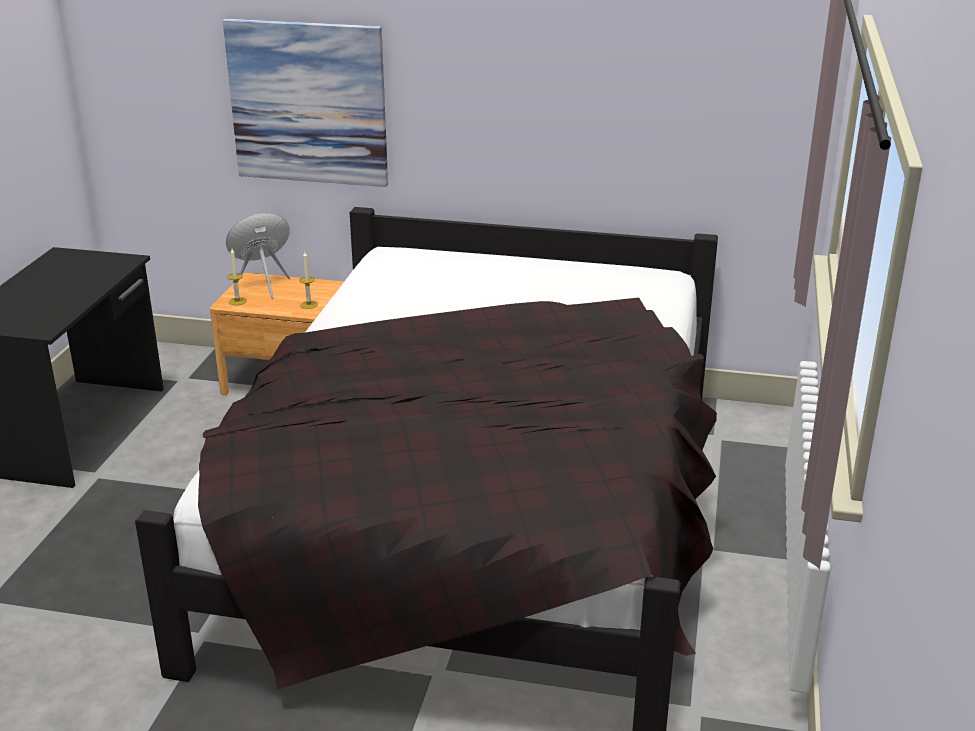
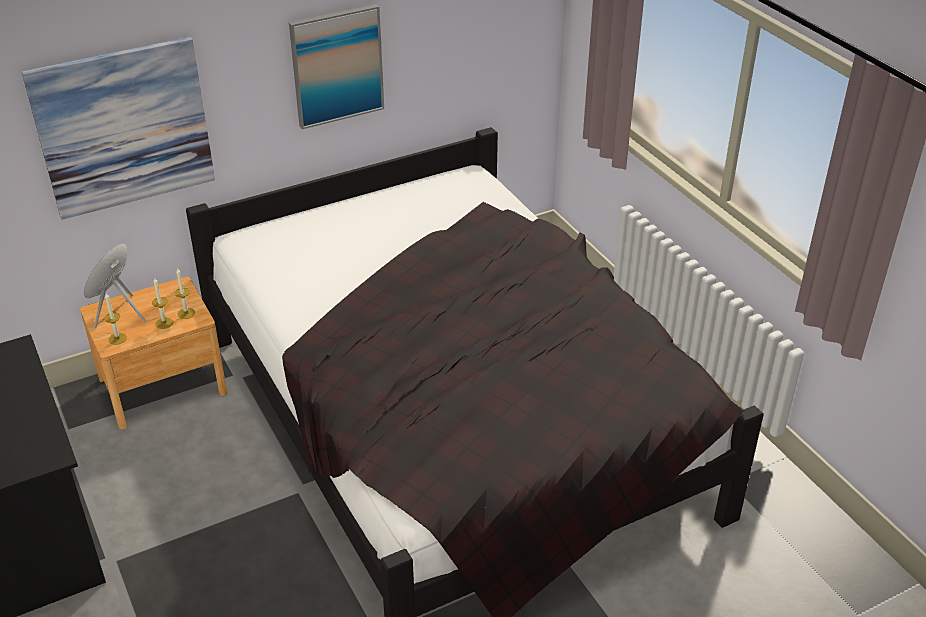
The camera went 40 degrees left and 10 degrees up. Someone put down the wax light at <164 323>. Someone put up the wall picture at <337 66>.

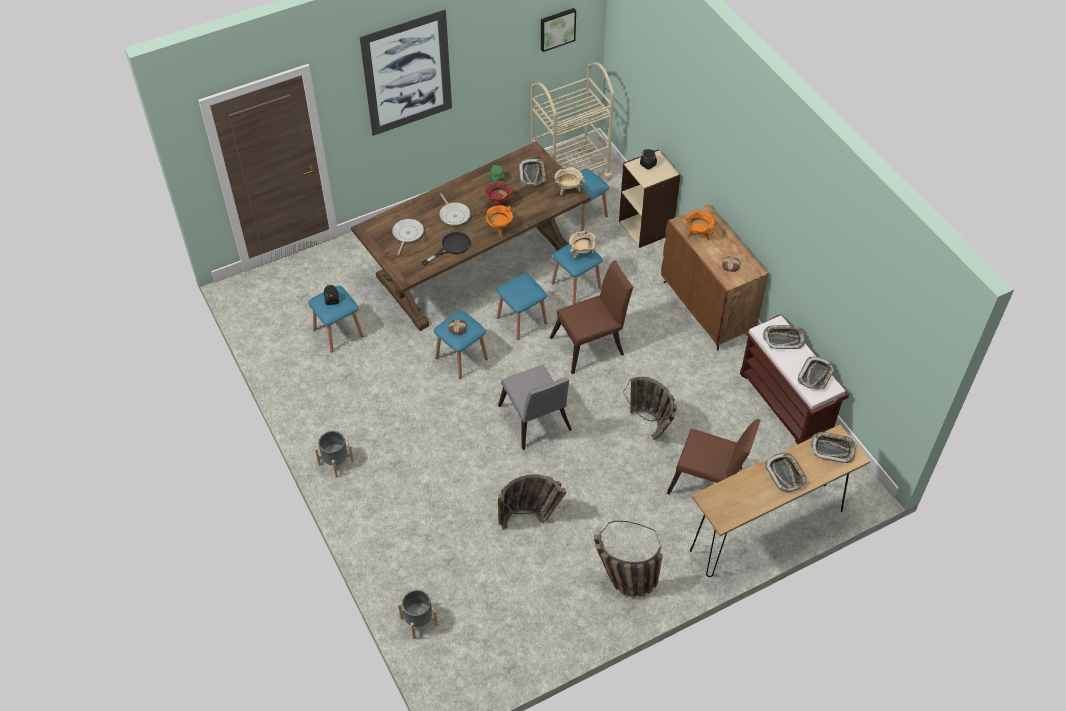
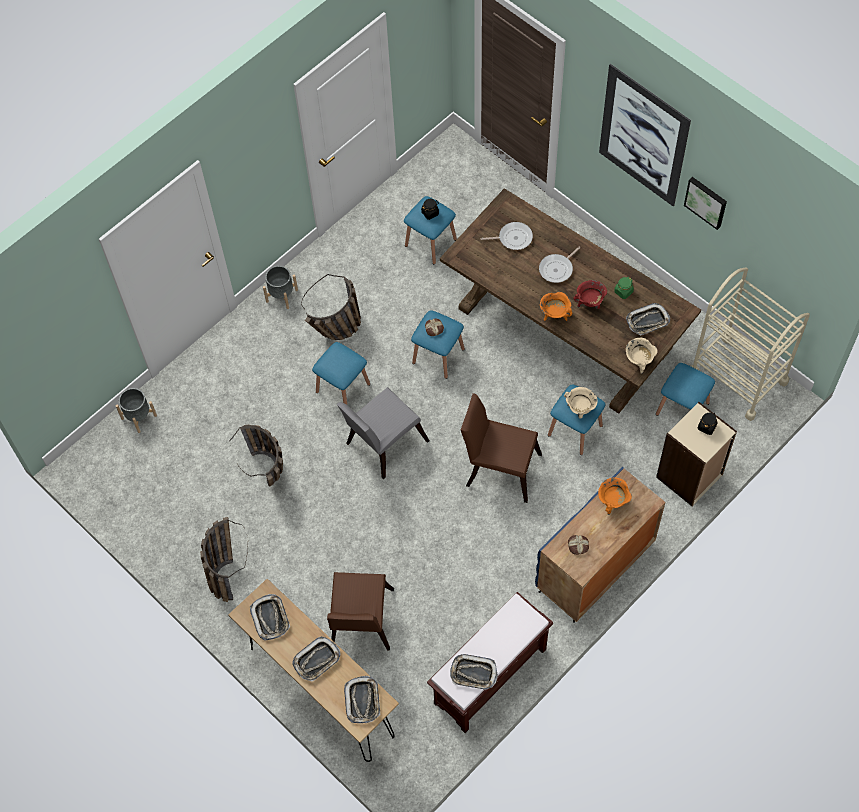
The camera went 75 degrees right and 10 degrees up. Someone took away the blackish frying pan at <451 247>. Someone carried the blue sitting stool from <522 320> to <343 388>. Someone carried the wall picture from <557 28> to <706 201>. Someone carried the basket from <652 429> to <337 332>. Someone carried the serving tray from <783 339> to <270 618>. Someone repainted the brownish cabinet at <707 308>, which became the blue cabinet at <594 568>. Someone rotated the brownish plain chair at <591 345> by 150 degrees clockwise.

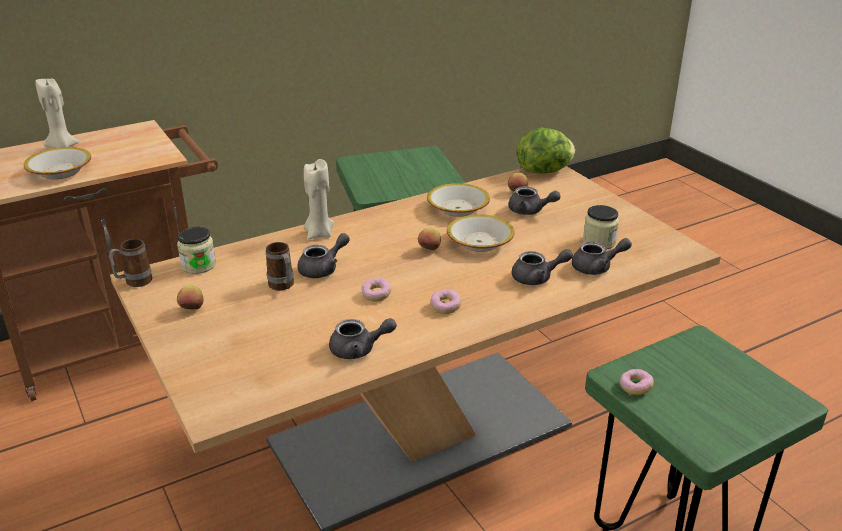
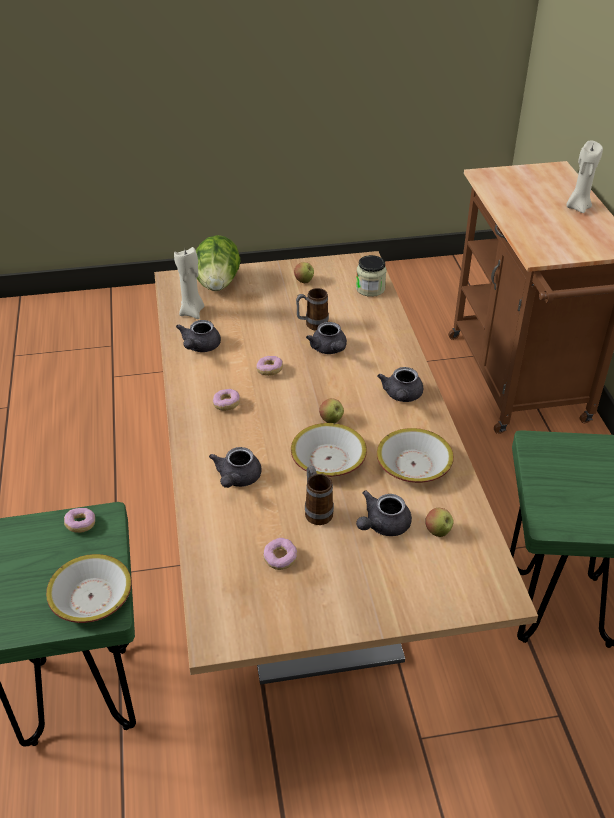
The camera went 110 degrees right and 10 degrees up. Someone carried the deep dish from <60 172> to <91 597>. Someone carried the tea mug from <134 282> to <316 510>. Someone carried the beige wax light from <319 233> to <192 312>. Someone carried the lettuce head from <544 171> to <218 284>. Someone carried the grey tea pot from <597 267> to <401 396>. Someone swapped the preserve jar at <599 242> for the ring doughnut at <280 559>.

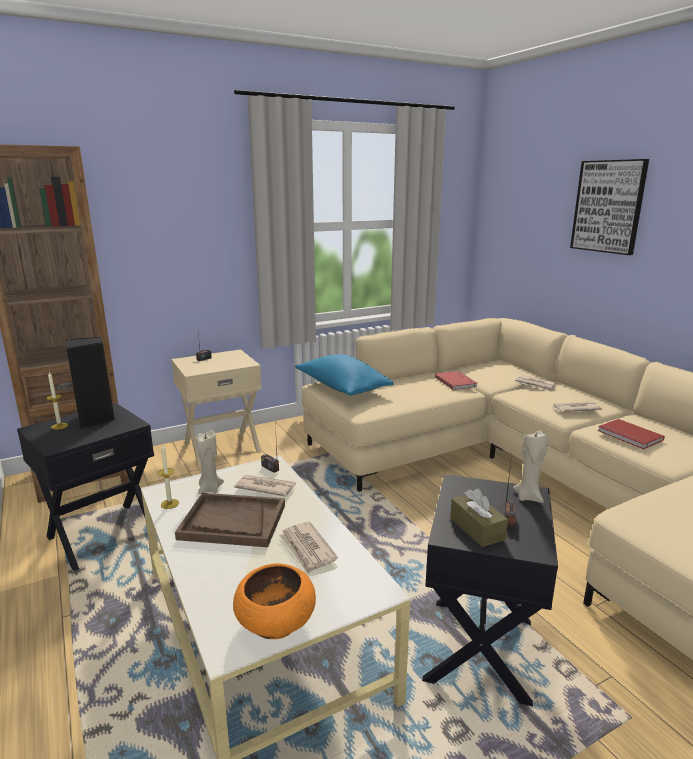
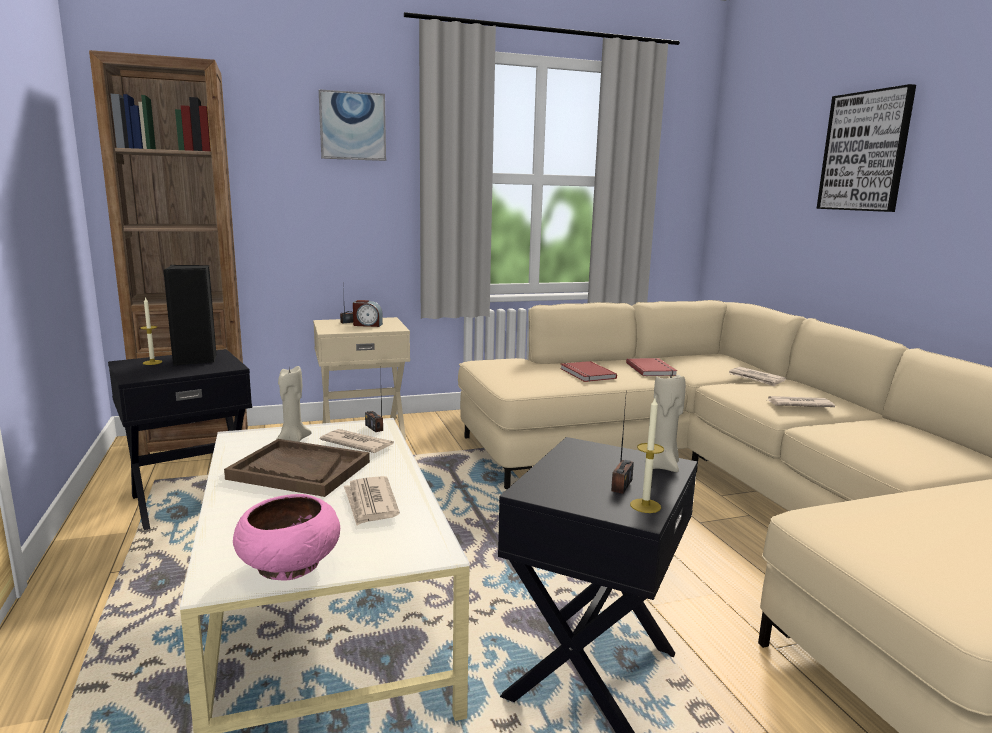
The camera went 10 degrees right and 5 degrees down. Someone took away the blue cushion at <342 388>. Someone took away the brownish box of tissues at <477 528>. Someone put up the wall picture at <352 126>. Someone put down the alarm clock at <367 325>. Someone carried the wax light from <170 504> to <645 506>. Someone carried the reddish bound book from <629 436> to <586 374>. Someone repainted the orange deep dish at <275 623>, which became the pink-coloured deep dish at <288 566>.

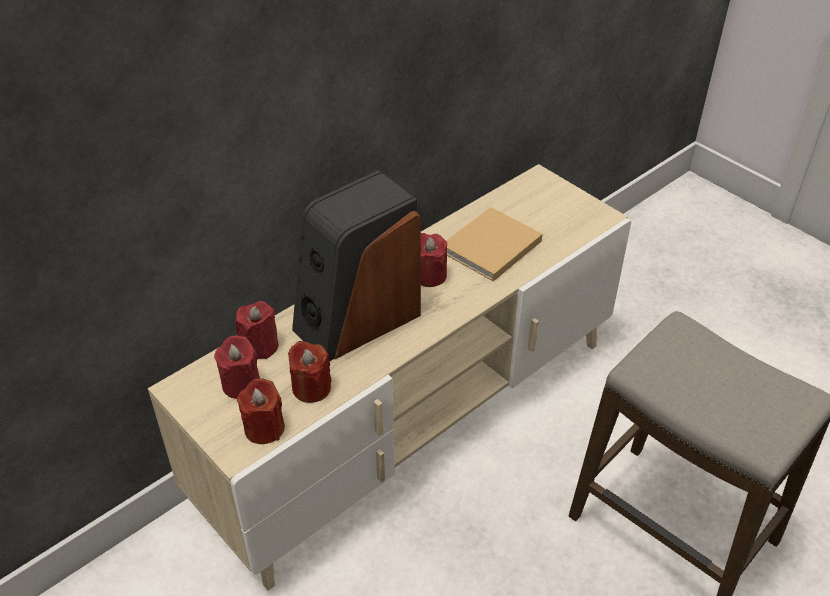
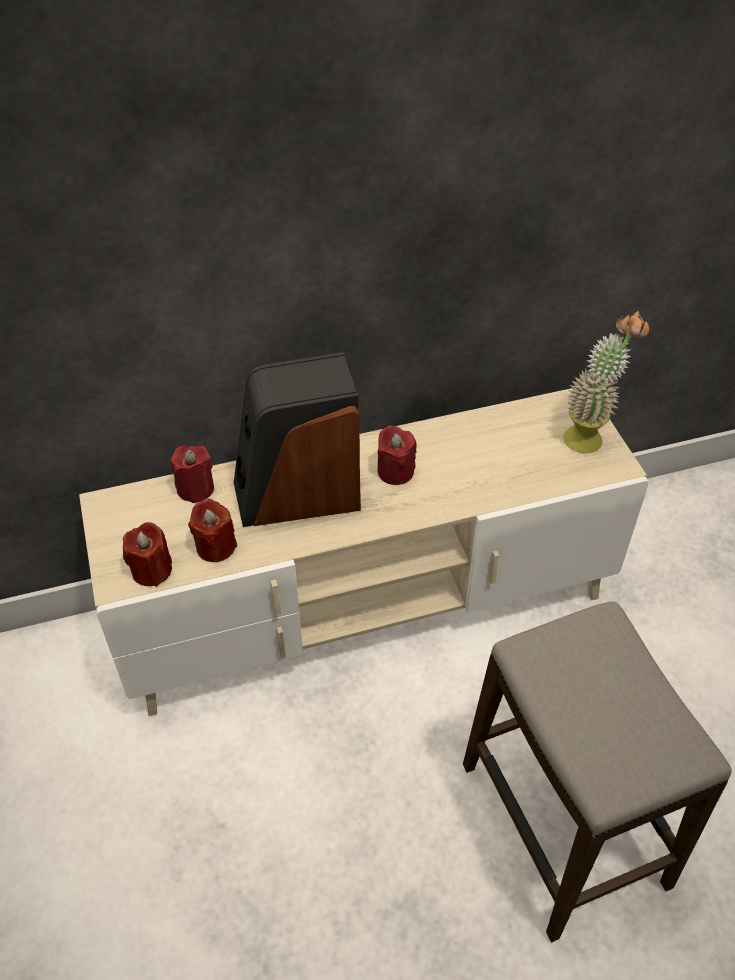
The camera went 25 degrees right and 5 degrees up. Someone took away the reddish wax light at <241 384>. Someone took away the beige bound book at <489 248>. Someone put down the plant in a pot at <590 435>.

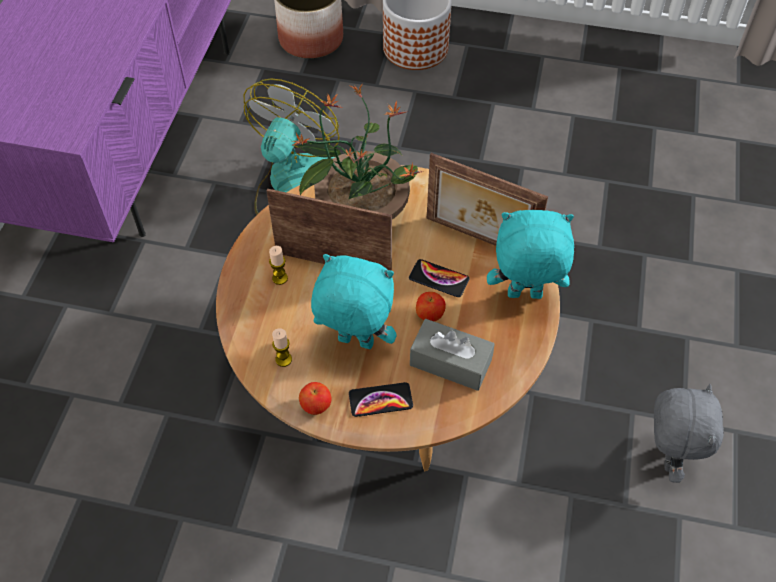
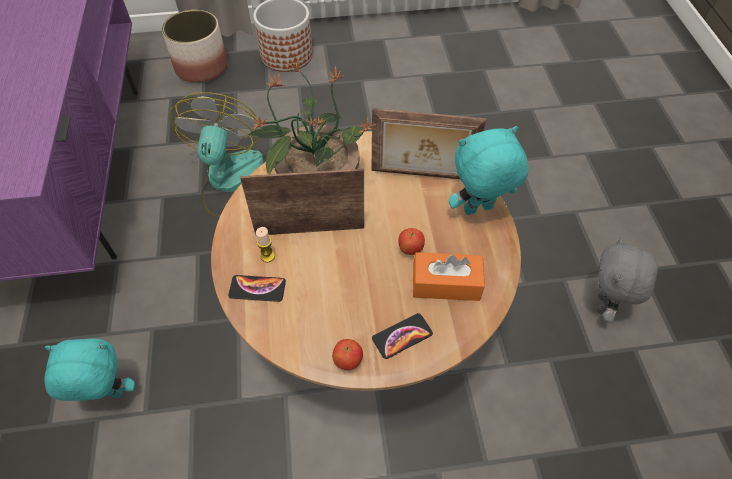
The camera went 20 degrees left and 0 degrees up. Someone took away the wax light at <283 359>. Someone carried the blue-green plush toy from <354 343> to <107 396>. Someone carried the telephone from <439 279> to <257 288>. Someone repainted the grey box of tissues at <450 362>, which became the orange box of tissues at <446 284>. Someone rotated the grey plush toy at <667 457> by 150 degrees counterclockwise.

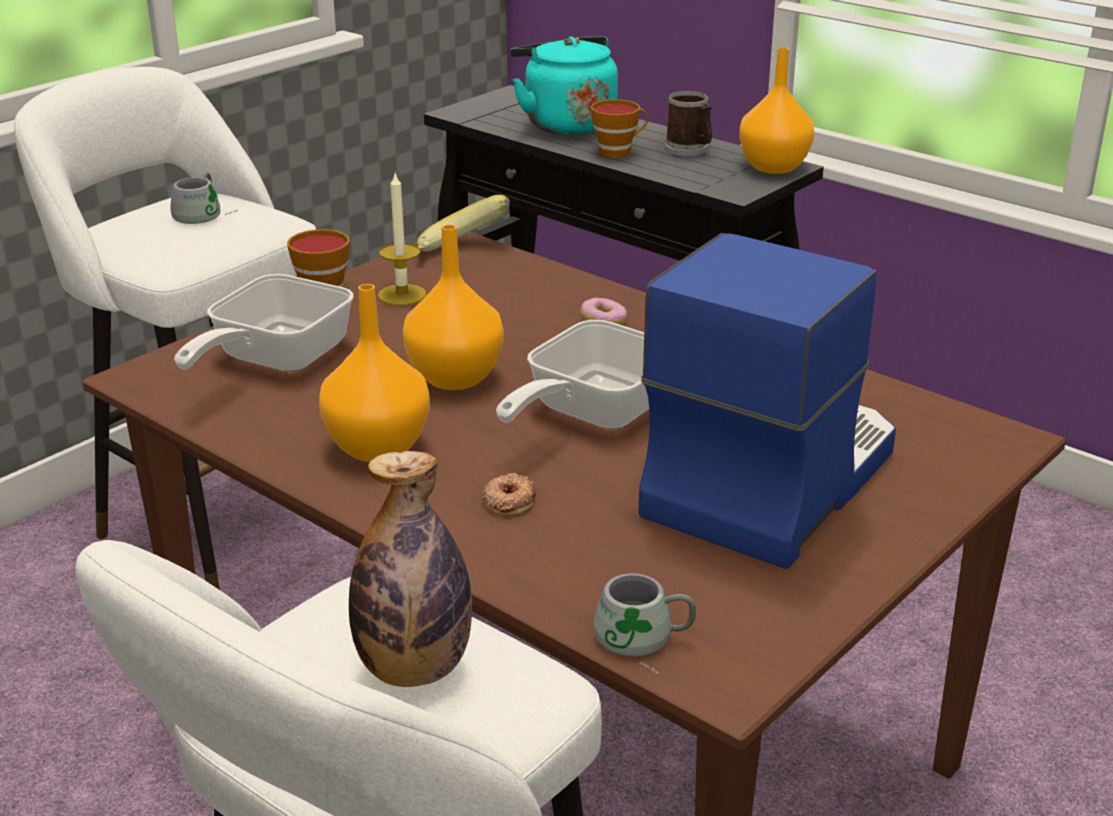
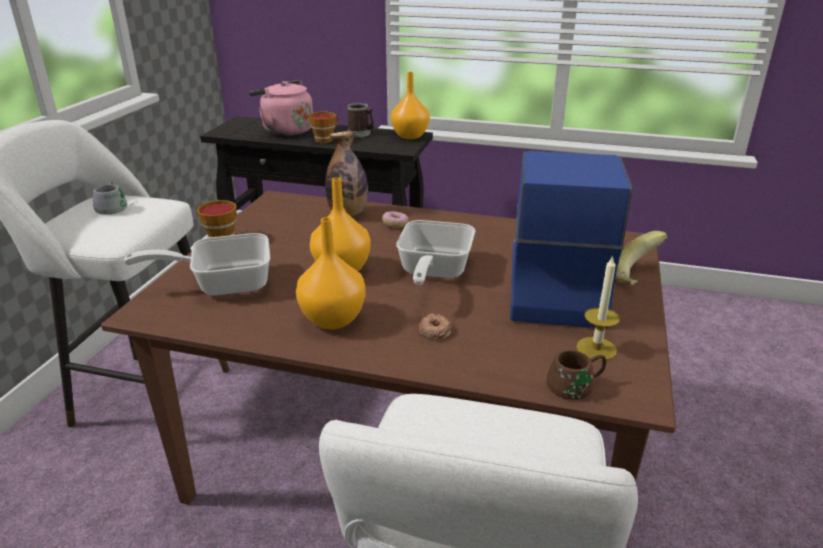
The camera went 25 degrees left and 0 degrees up. Someone carried the drink bottle from <414 668> to <348 213>. Someone carried the wax light from <402 295> to <596 349>. Someone carried the banana from <460 252> to <638 277>. Someone repainted the blue-green tea kettle at <566 124>, which became the pink-coloured tea kettle at <285 130>. Someone repainted the grey tea mug at <642 641>, which became the brownish tea mug at <578 388>. Someone rotated the frying pan at <273 359> by 75 degrees clockwise.

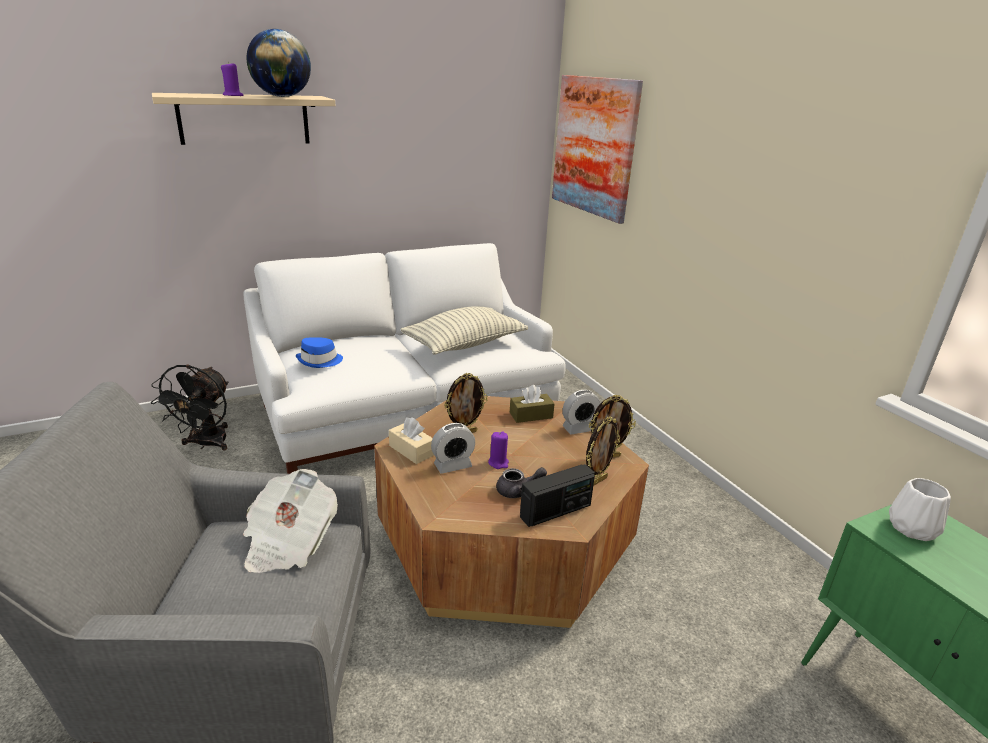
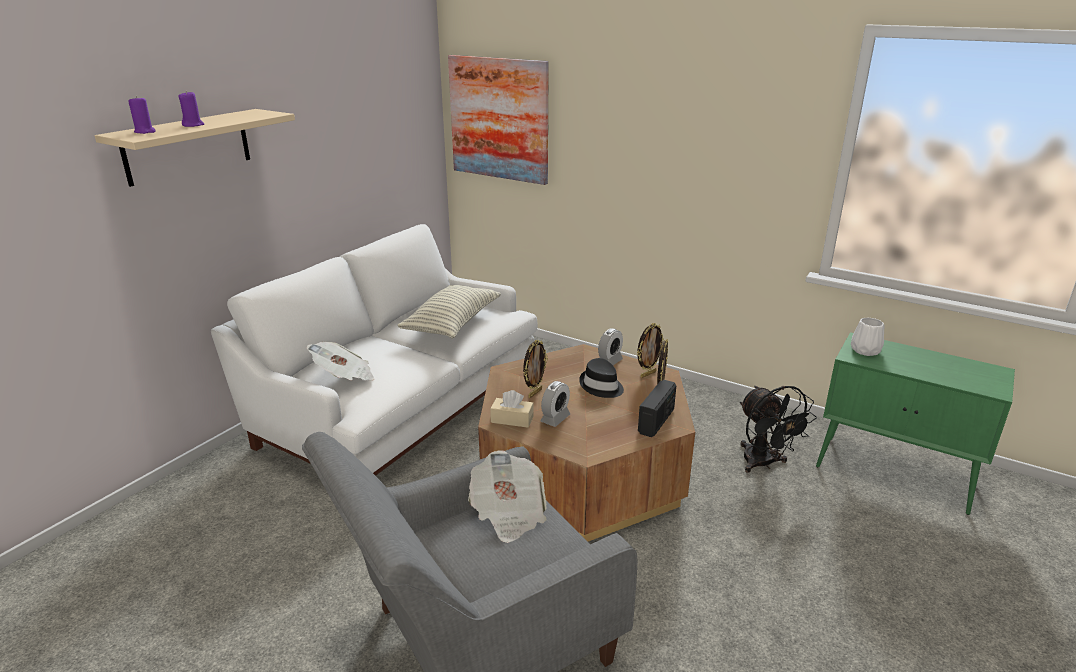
The camera went 30 degrees left and 0 degrees up. Someone took away the globe at <282 96>. Someone took away the grey tea pot at <518 491>. Someone took away the brownish box of tissues at <531 415>. Someone put down the blackish hat at <601 386>. Someone carried the blackish electric fan from <206 444> to <763 464>. Someone carried the purple wax light from <498 463> to <145 132>. Someone swapped the blue hat at <320 361> for the printed paper at <344 376>.

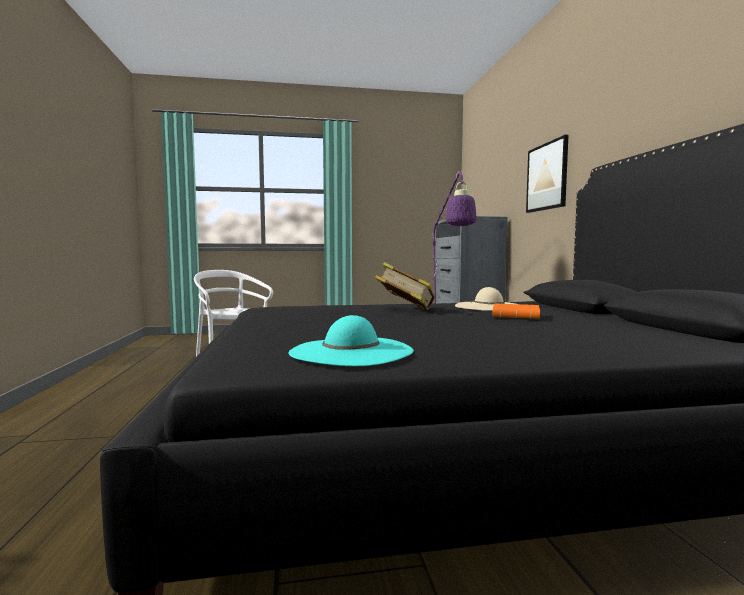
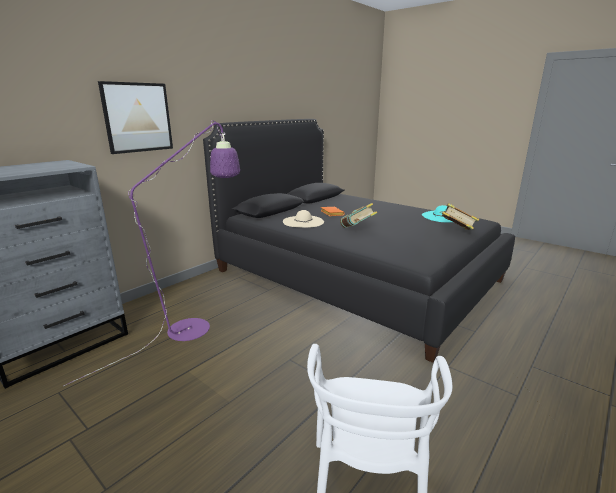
The camera went 130 degrees left and 15 degrees up. Someone put down the bound book at <456 231>.

